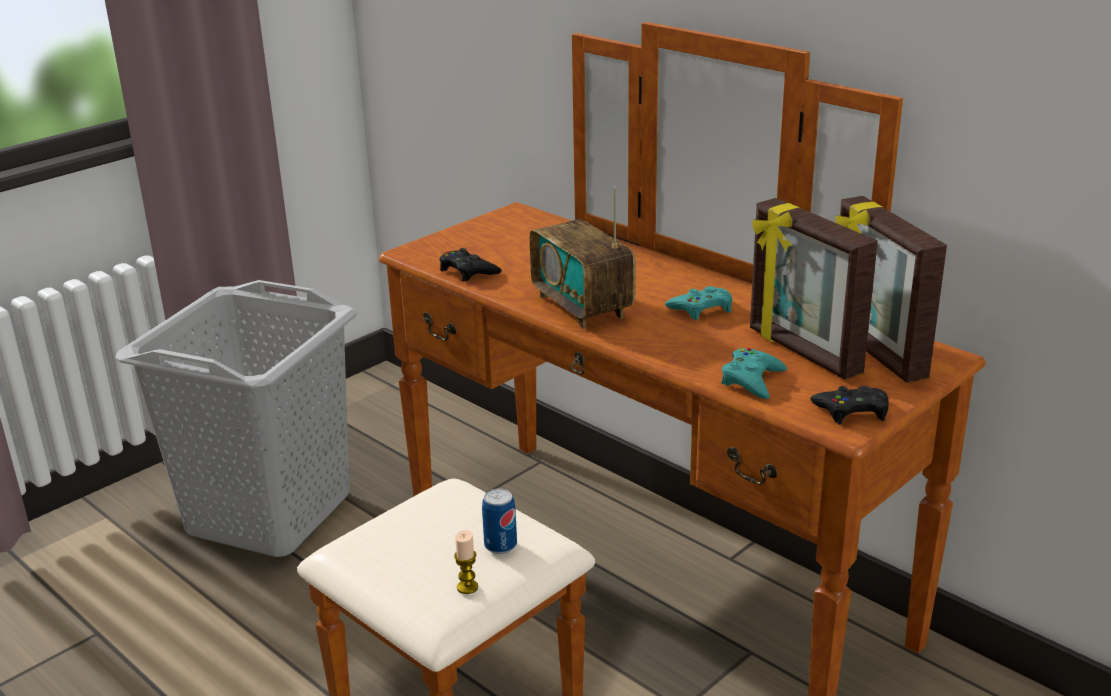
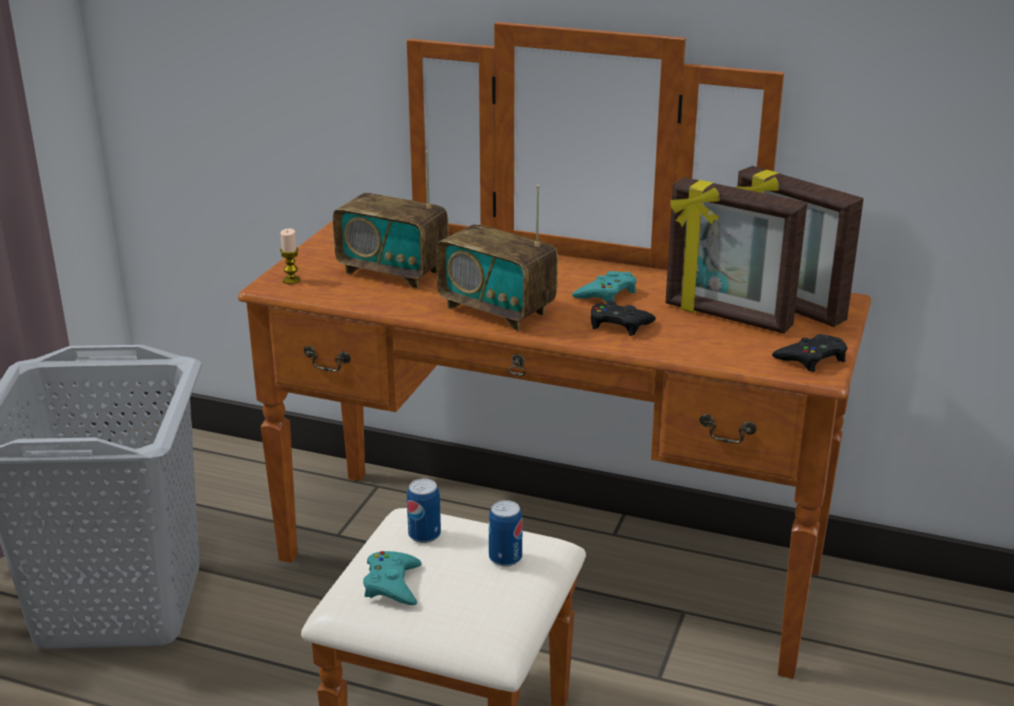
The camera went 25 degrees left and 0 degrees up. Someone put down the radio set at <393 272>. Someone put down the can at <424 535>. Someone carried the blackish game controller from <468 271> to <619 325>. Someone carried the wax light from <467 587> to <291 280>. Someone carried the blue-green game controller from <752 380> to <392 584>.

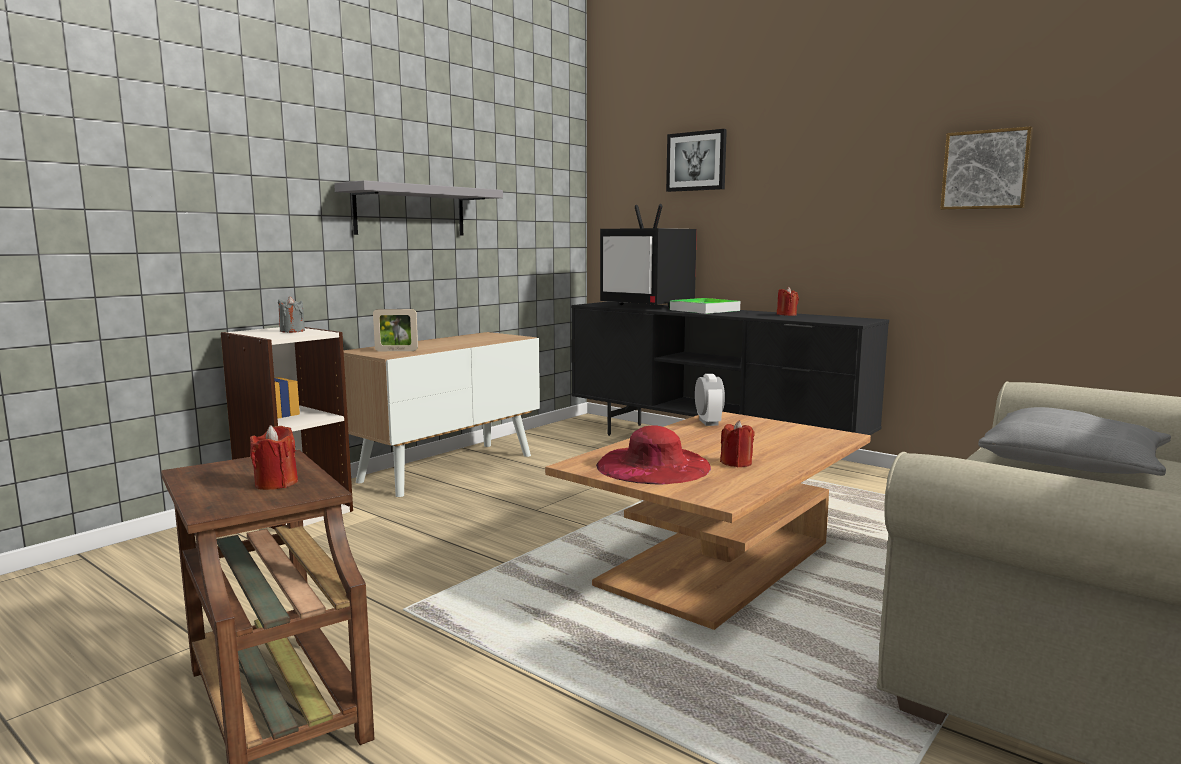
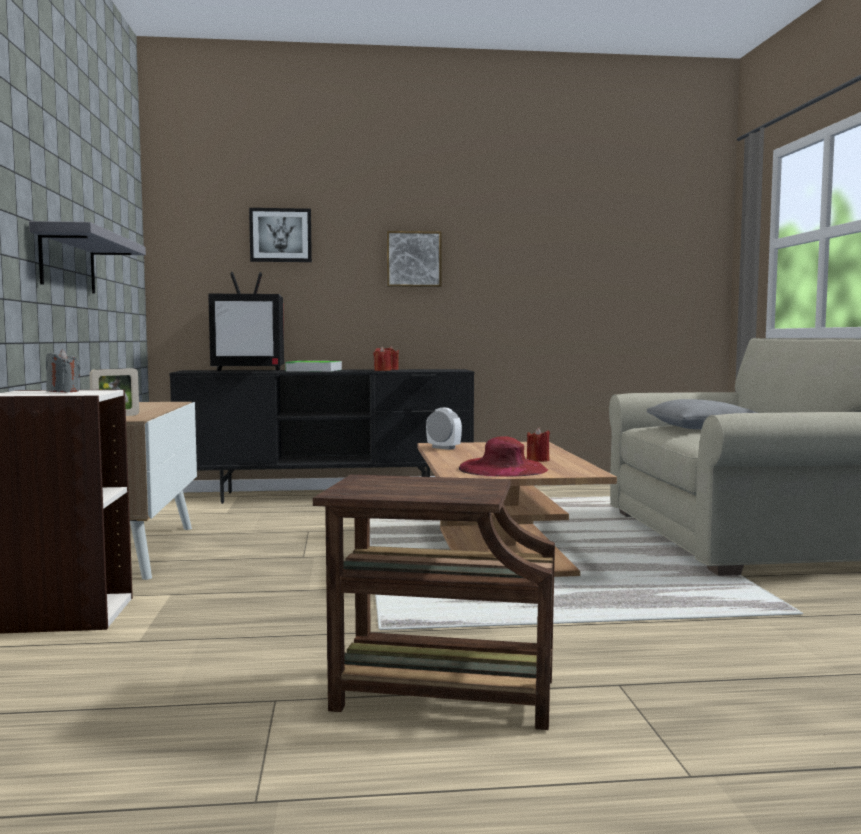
The camera went 45 degrees left and 5 degrees down. Someone carried the reddish wax light from <276 483> to <382 370>. Someone carried the wall picture from <986 170> to <413 259>.

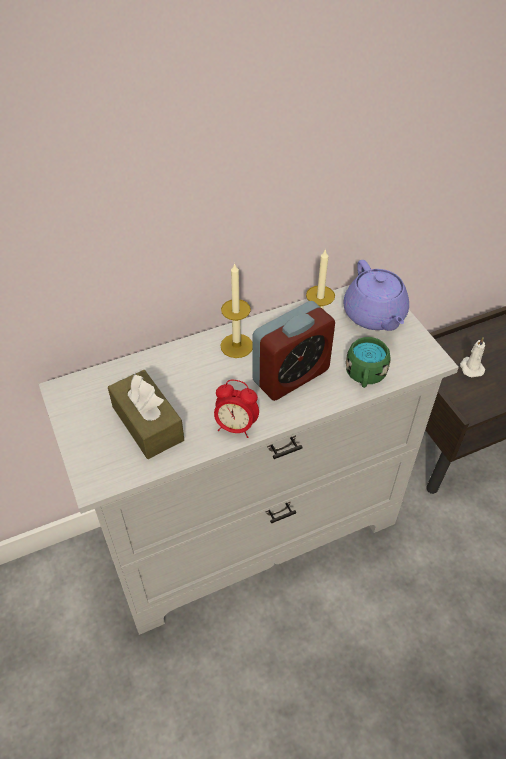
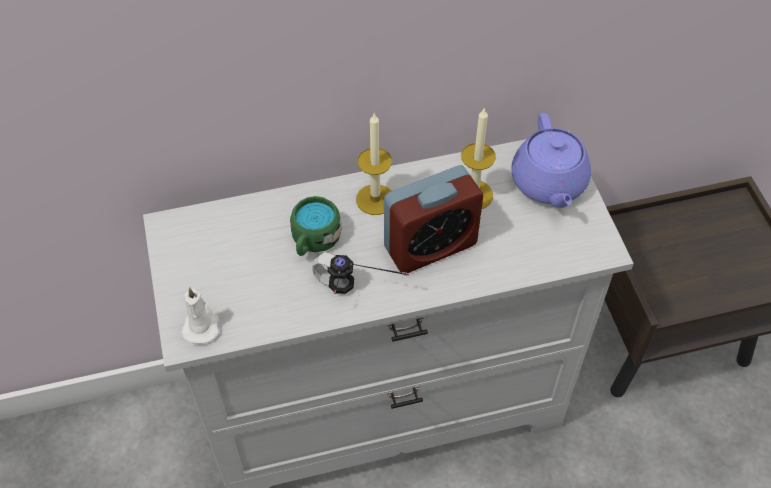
The camera went 10 degrees right and 5 degrees up. Someone took away the brownish box of tissues at <147 423>. Someone carried the green-coloured tea mug from <365 376> to <313 241>. Someone carried the whitish wax light from <470 367> to <201 325>. Someone swapped the alarm clock at <236 427> for the headset at <353 299>.

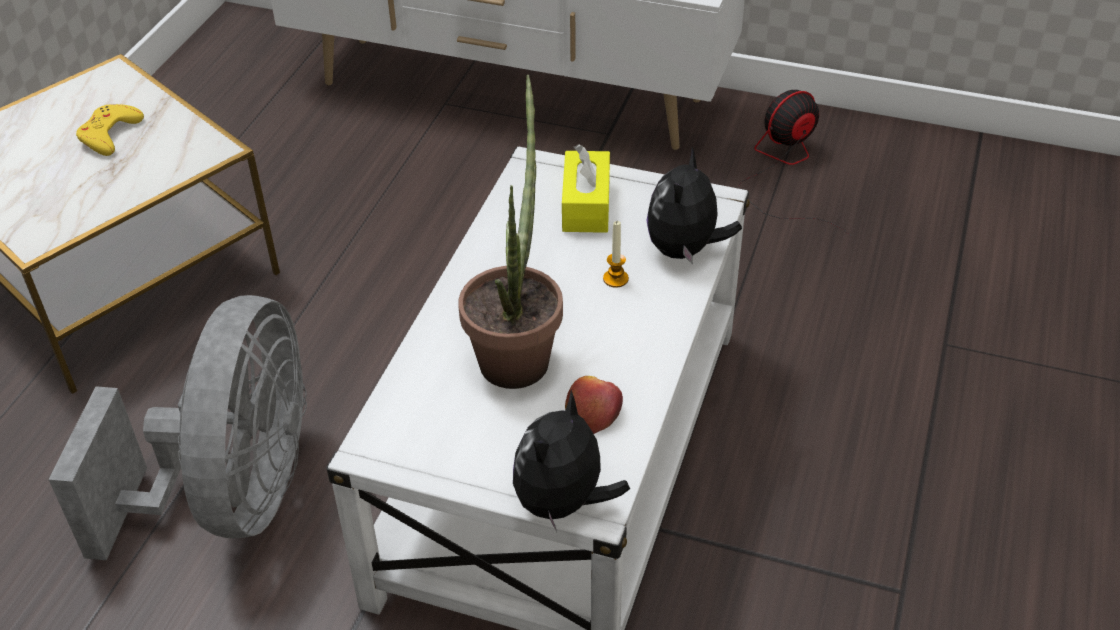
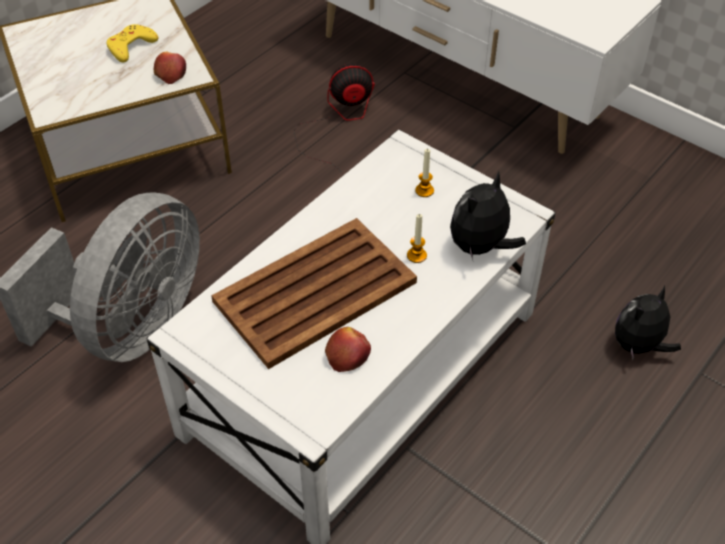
The camera went 20 degrees right and 5 degrees up. Someone put down the apple at <170 73>. Someone carried the plush toy from <563 503> to <639 346>. Someone carried the electric fan from <785 170> to <339 123>. Someone swapped the plant in a pot at <517 351> for the brownish serving tray at <317 291>. Someone swapped the yellowish box of tissues at <586 205> for the wax light at <424 190>.

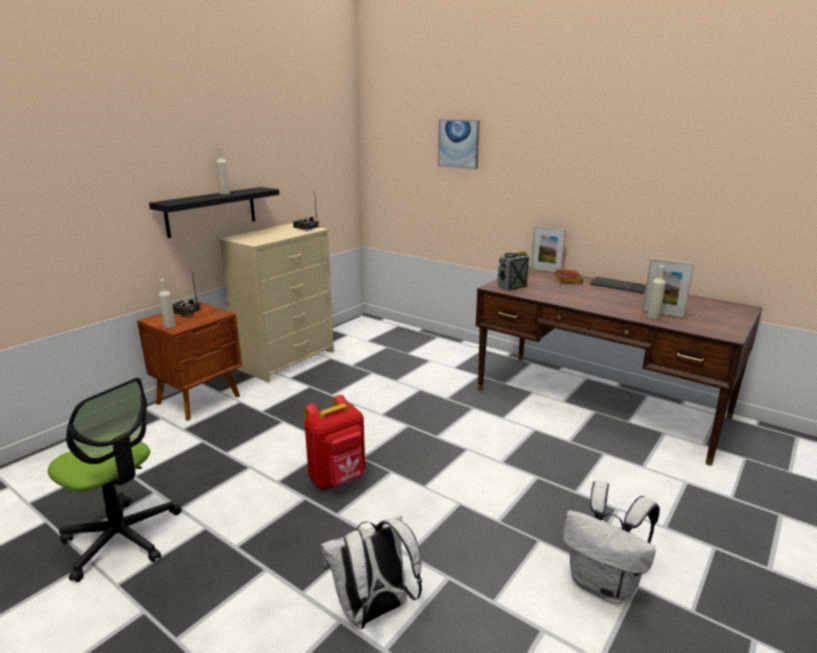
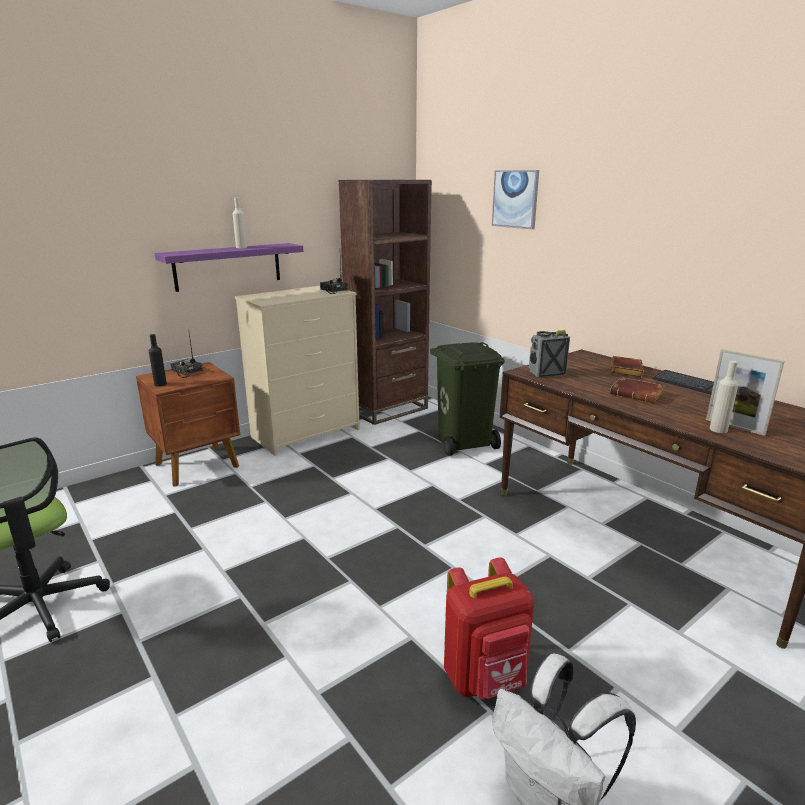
The camera went 15 degrees right and 0 degrees up. Someone took away the whitish backpack at <373 611>. Someone took away the standing frame at <545 270>. Someone put down the brownish shelving unit at <387 409>. Someone put down the green-coloured trash can at <464 443>. Someone put down the brownish bound book at <637 394>. Someone carried the reddish backpack from <338 479> to <485 678>. Someone repainted the blackish bracket shelf at <211 211>, which became the purple bracket shelf at <228 266>. Someone repainted the beige drink bottle at <169 325>, which became the blackish drink bottle at <160 384>.

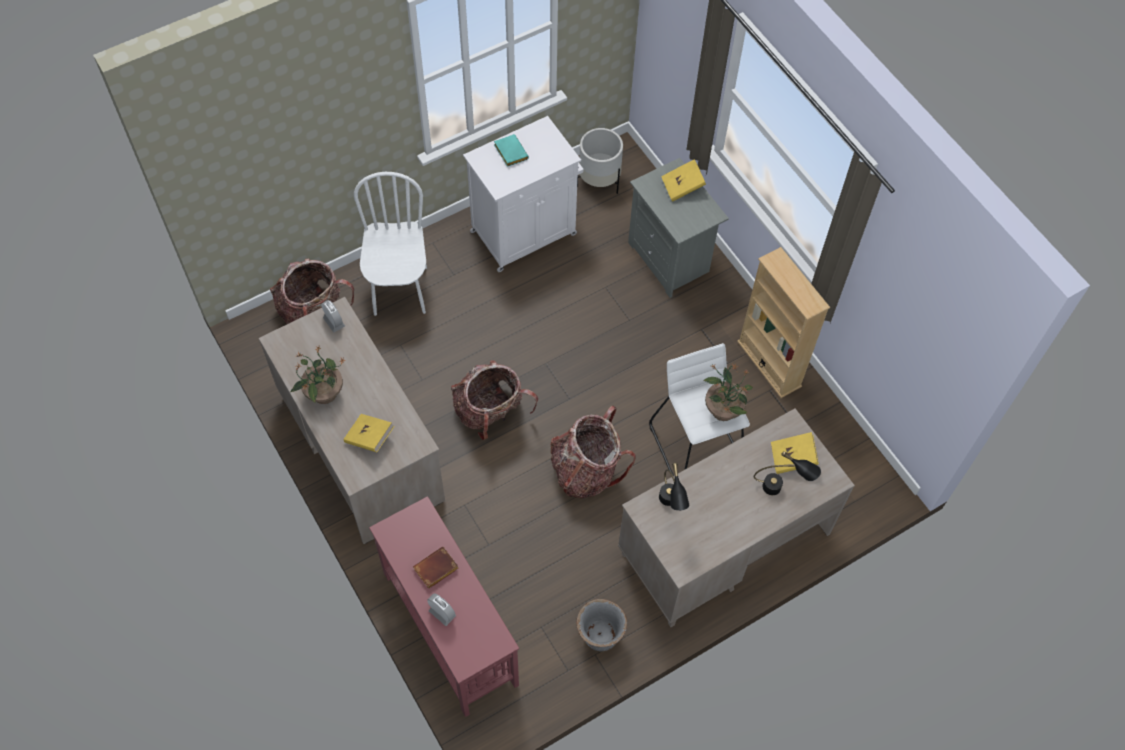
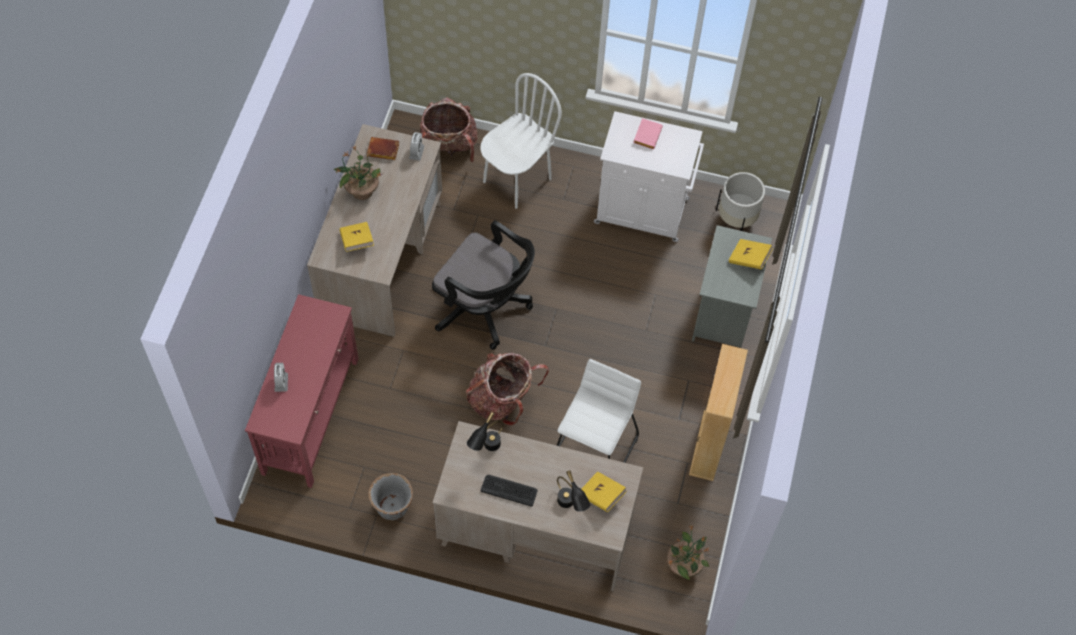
The camera went 45 degrees right and 0 degrees up. Someone put down the PC keyboard at <509 490>. Someone carried the brownish bound book from <435 570> to <382 151>. Someone carried the plant in a pot from <723 409> to <684 565>. Someone swapped the backpack at <491 412> for the blackish computer chair at <485 308>. Someone repainted the blue-green bound book at <509 152>, which became the pink-coloured bound book at <646 135>.

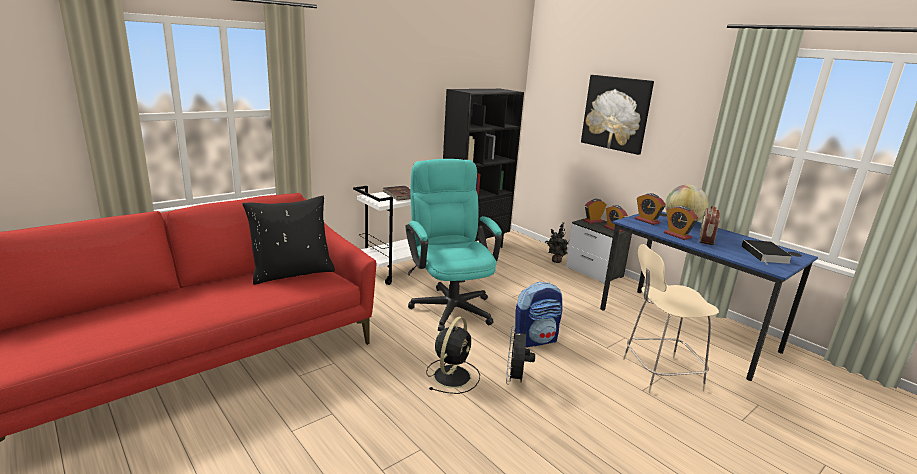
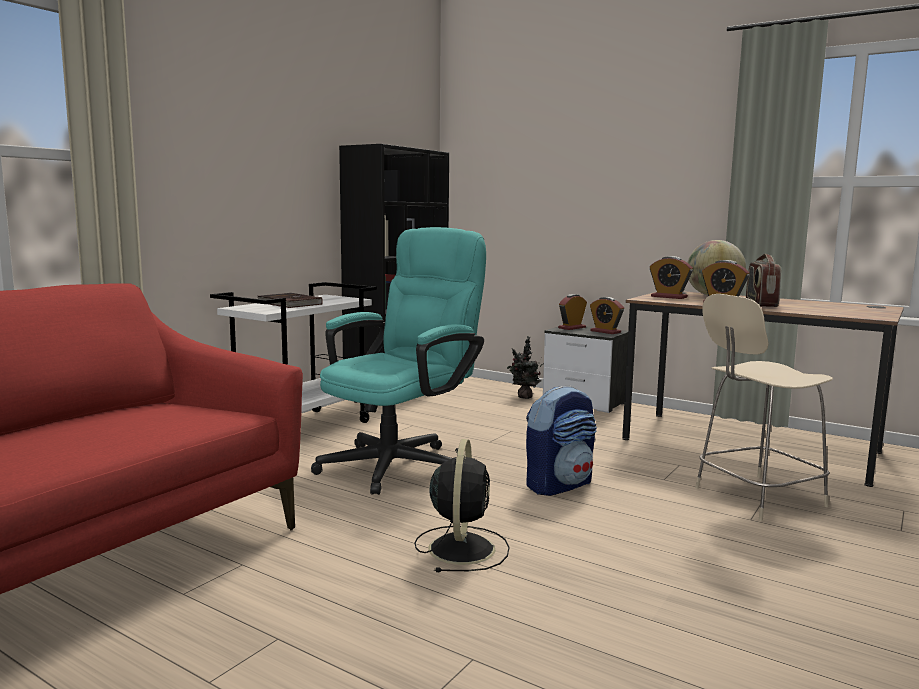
The camera went 15 degrees left and 10 degrees down. Someone took away the blackish cushion at <292 272>. Someone took away the blackish electric fan at <515 380>. Someone took away the wall picture at <616 113>. Someone took away the bound book at <766 255>. Someone repainted the blue desk table at <686 329>, which became the brownish desk table at <749 445>. Someone rotated the blue-green computer chair at <449 305> by 75 degrees clockwise.

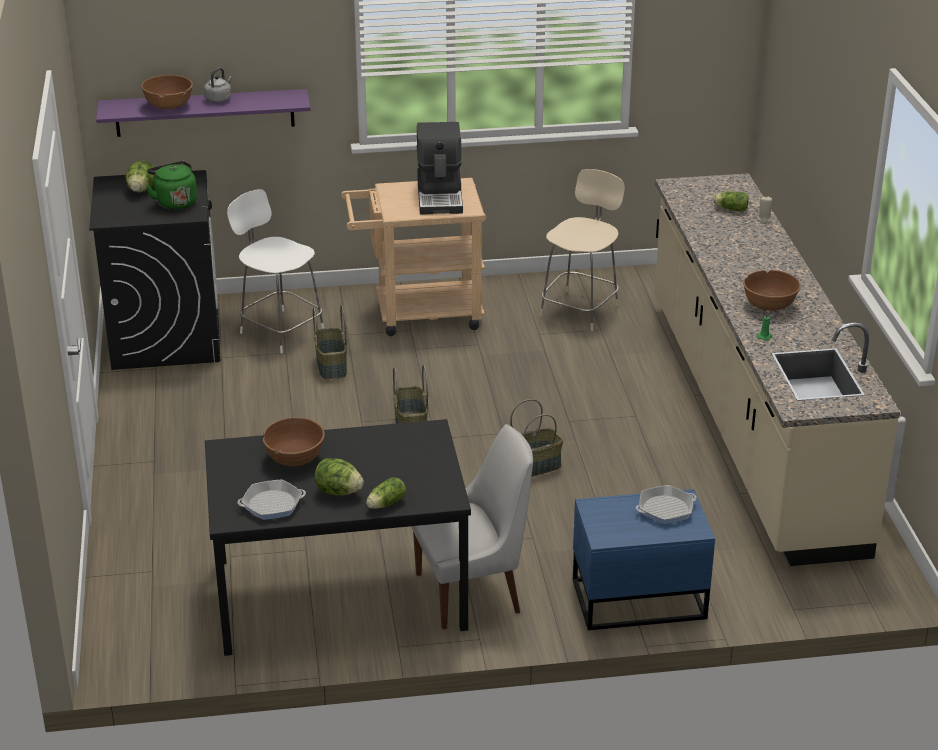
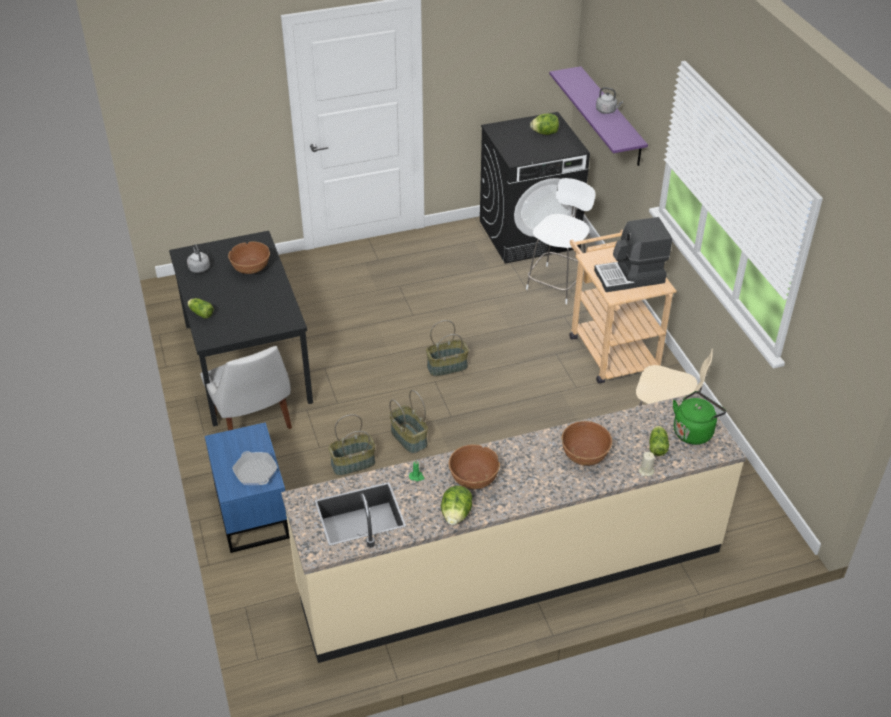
The camera went 80 degrees right and 10 degrees up. Someone carried the brownish deep dish from <169 106> to <585 455>. Someone carried the green-coloured tea kettle from <174 202> to <694 431>. Someone carried the basket from <332 366> to <353 464>. Someone carried the lettuce head from <338 492> to <456 514>. Someone swapped the frying pan at <272 504> for the grey tea kettle at <199 267>.

